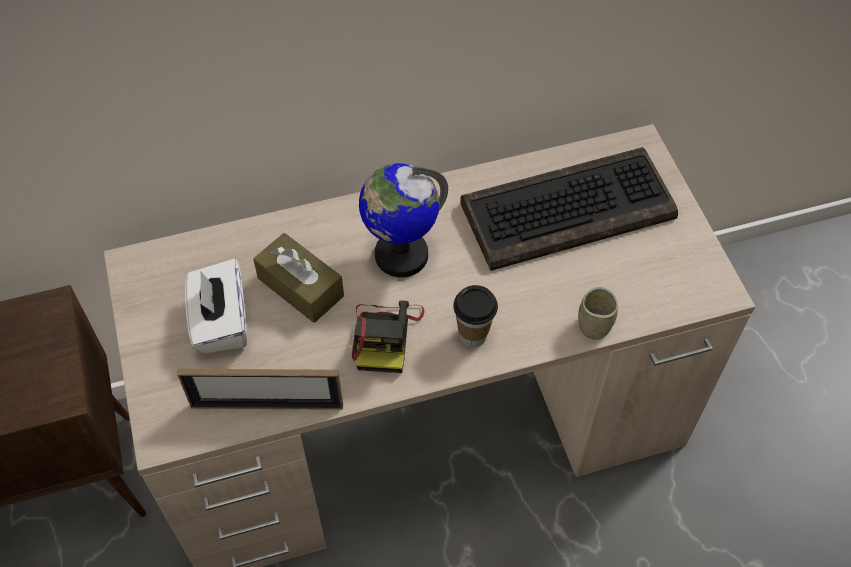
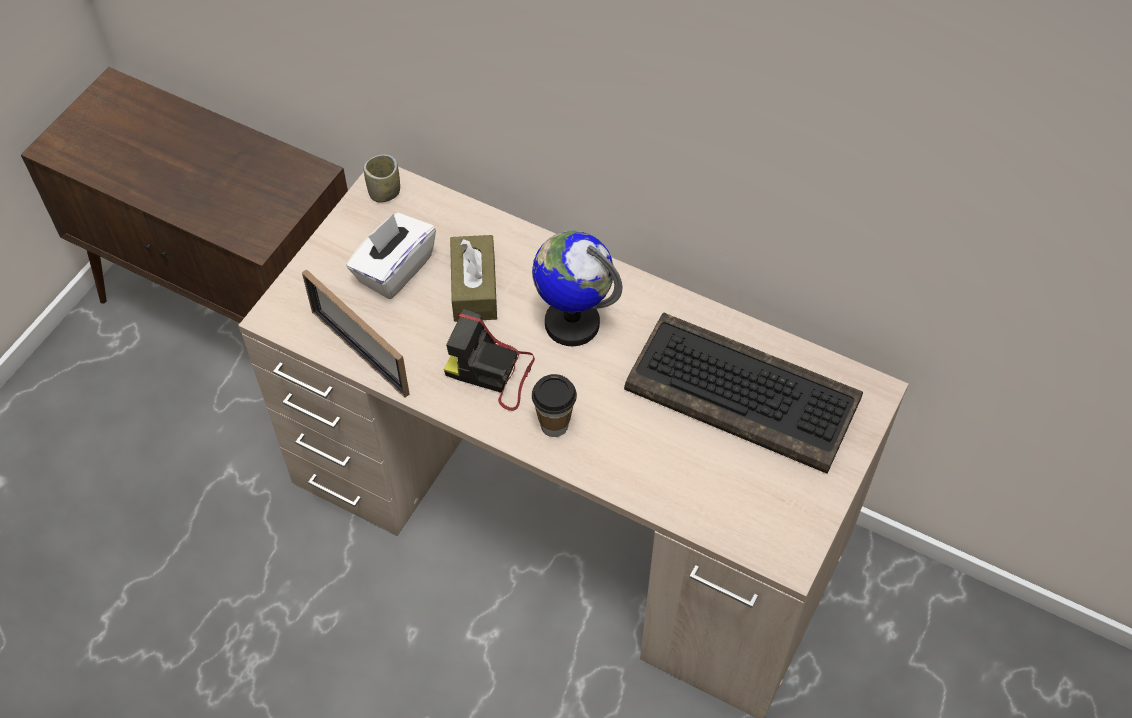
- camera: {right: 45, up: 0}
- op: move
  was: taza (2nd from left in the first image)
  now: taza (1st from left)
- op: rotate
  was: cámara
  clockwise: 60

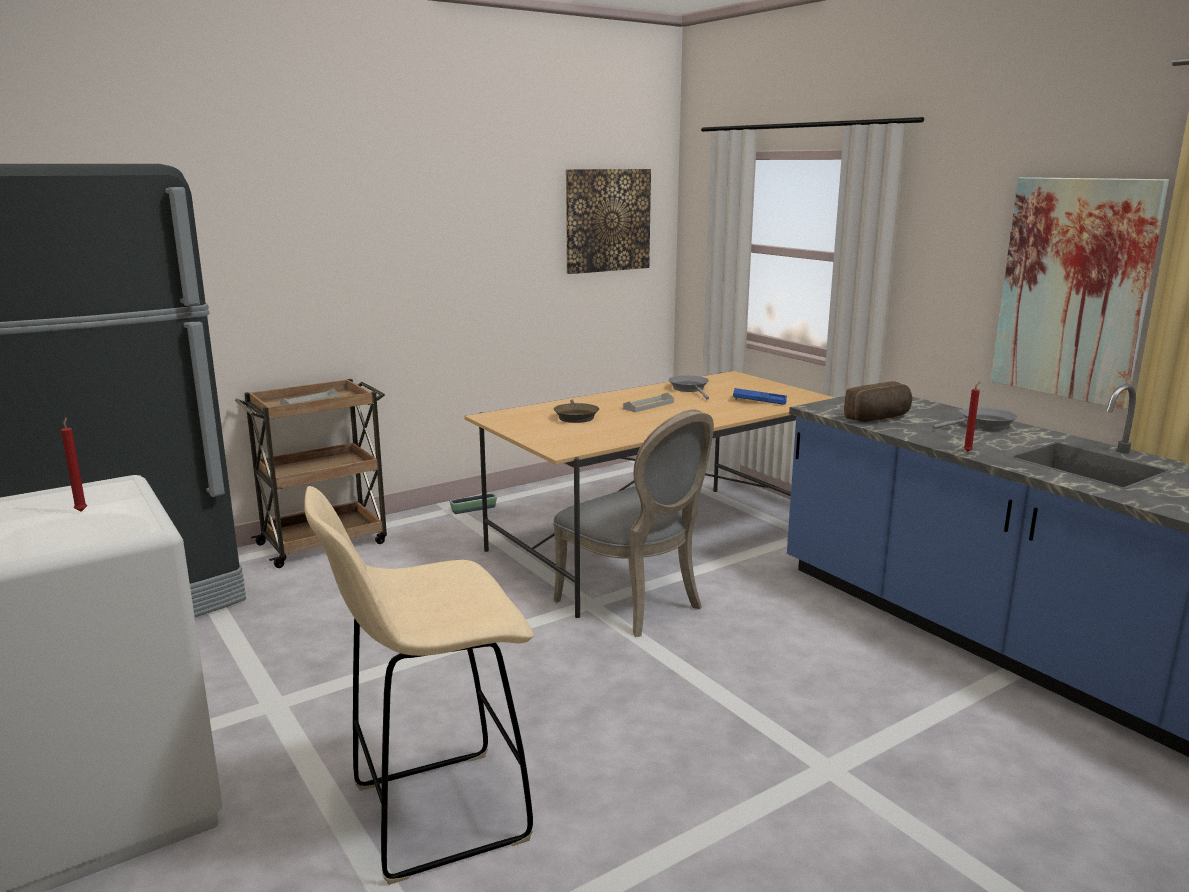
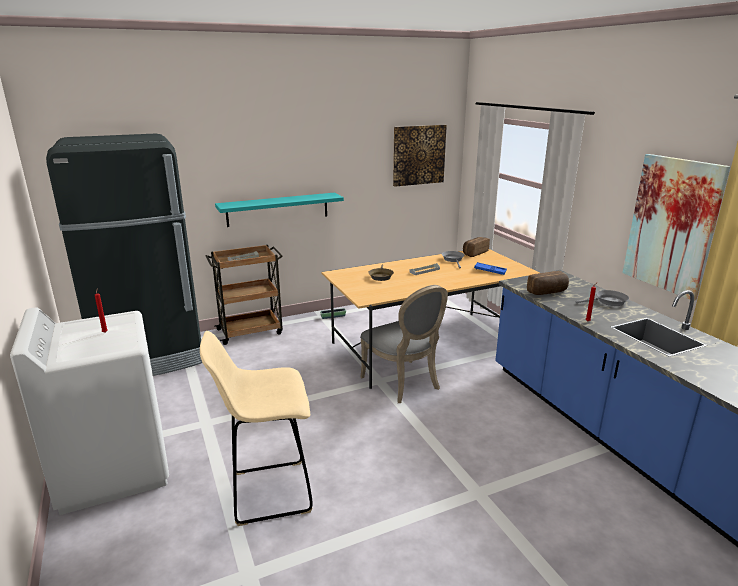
- camera: {right: 10, up: 5}
- op: insert
  now: estante [turquesa]
- op: insert
  now: pan (1st from left)

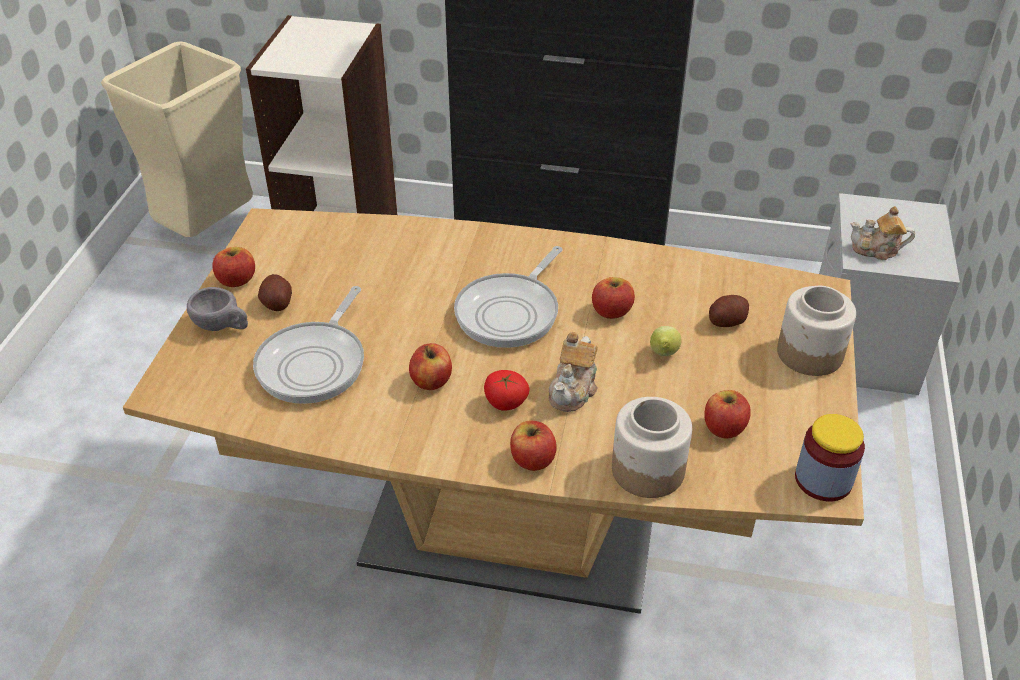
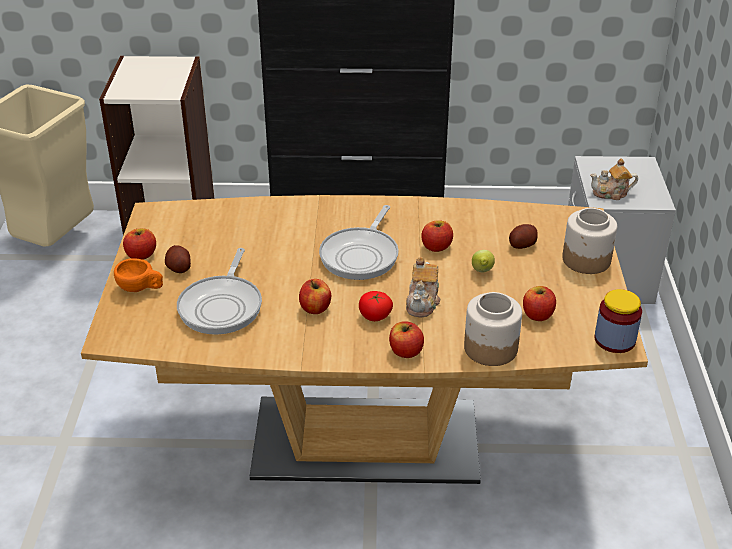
- camera: {right: -10, up: -5}
- op: recolor
  was: taza [gris]
  now: taza [naranja]

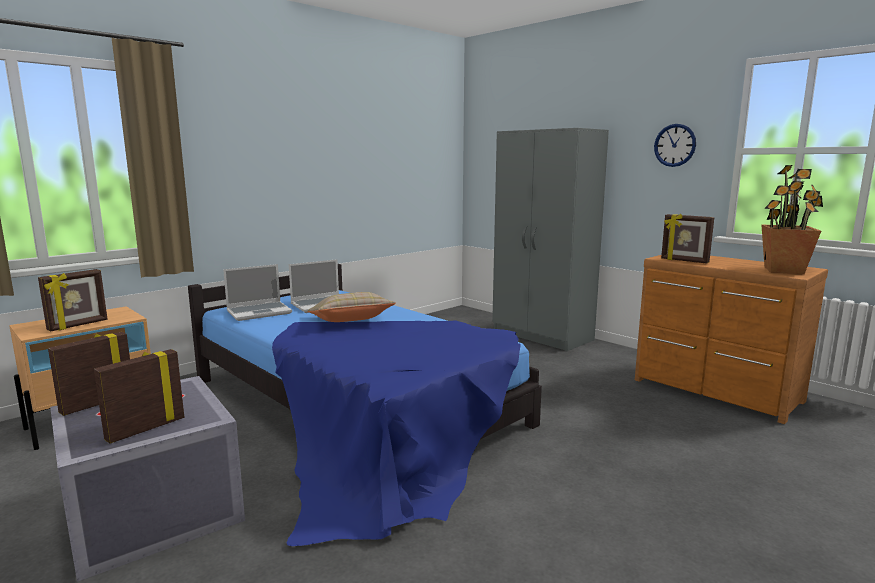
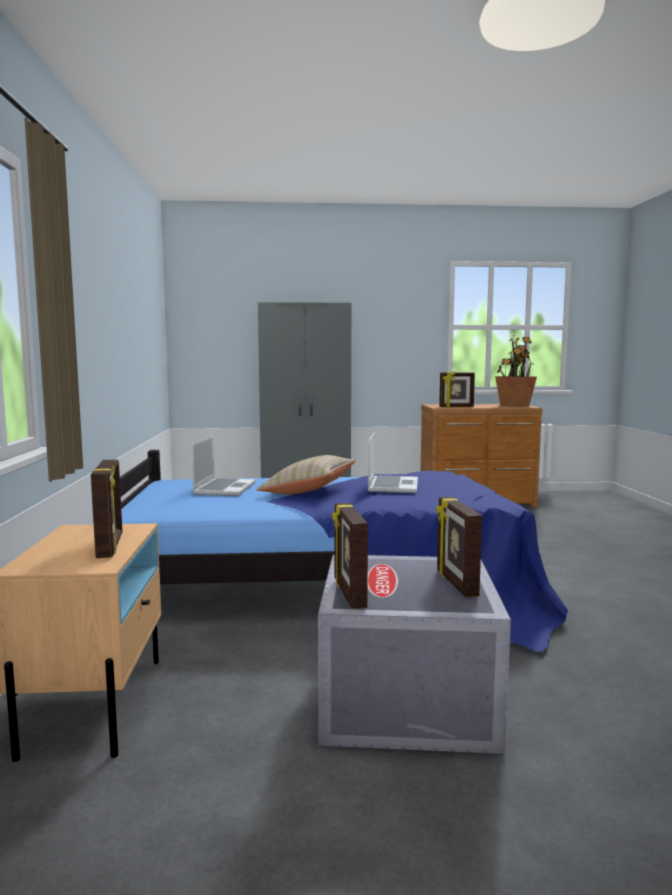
- camera: {right: -50, up: -5}
- op: move
  was: portátil (1st from left in the first image)
  now: portátil (2nd from left)
- op: delete
  was: reloj de pared

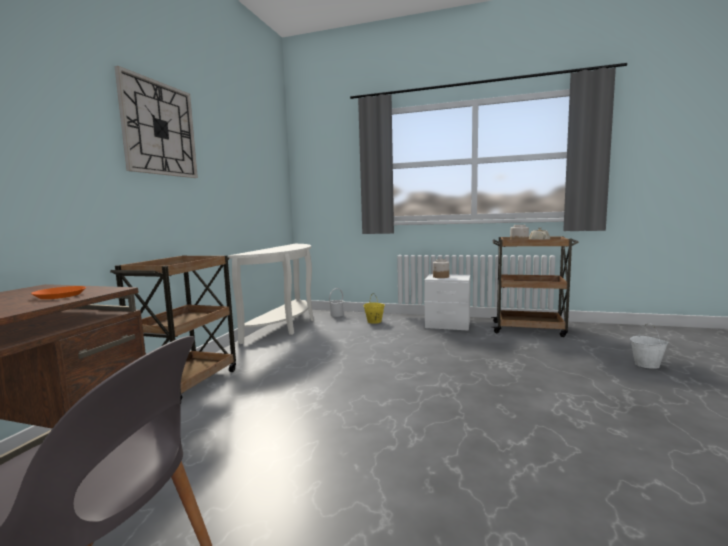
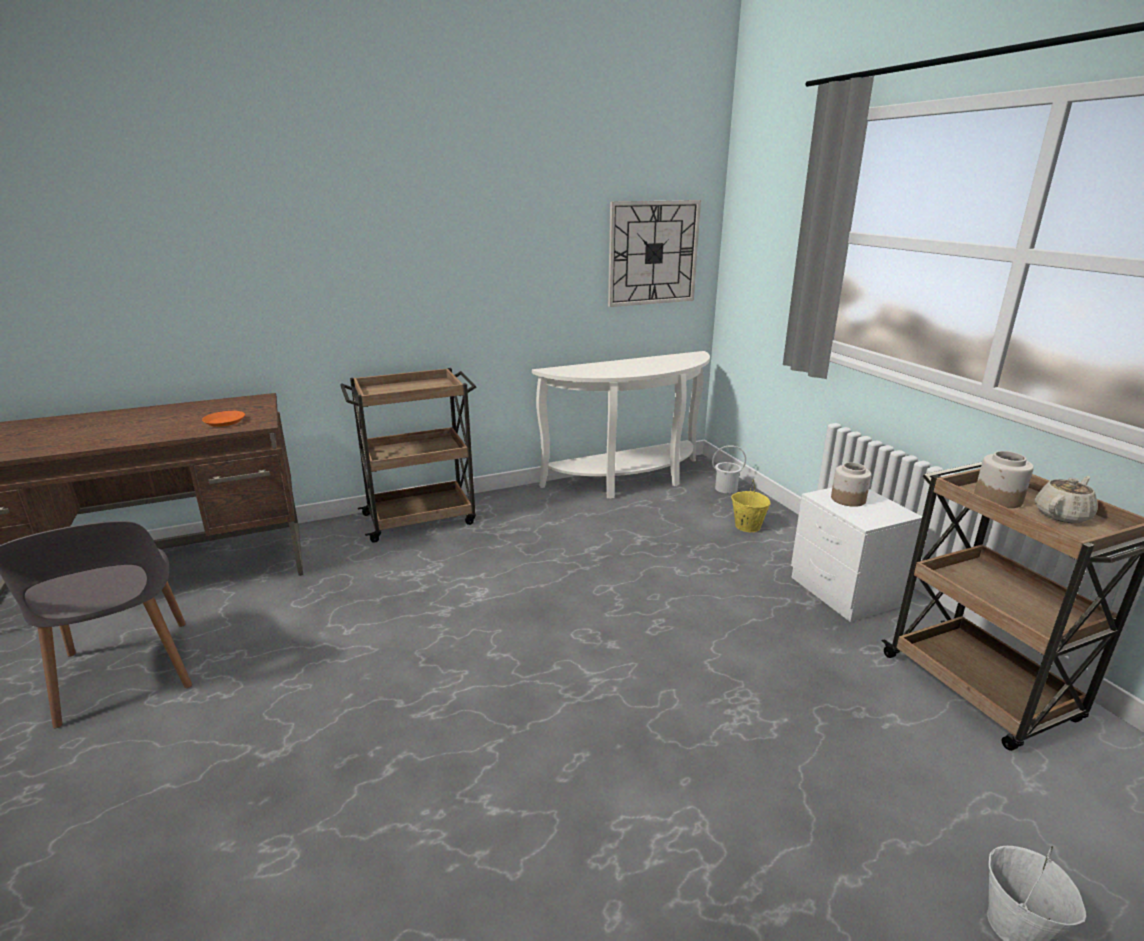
- camera: {right: 50, up: 15}
- op: move
  was: reloj de pared

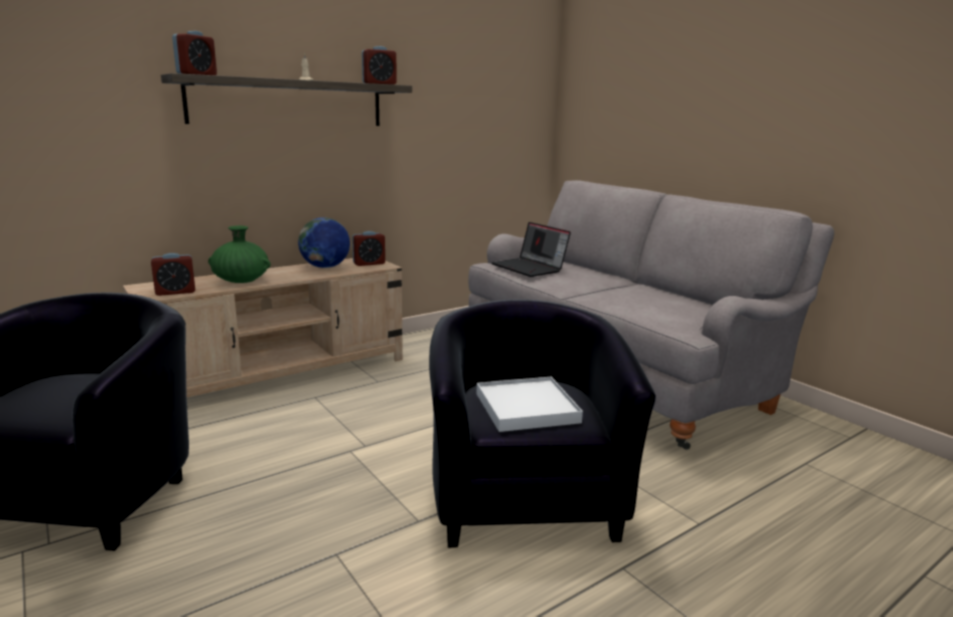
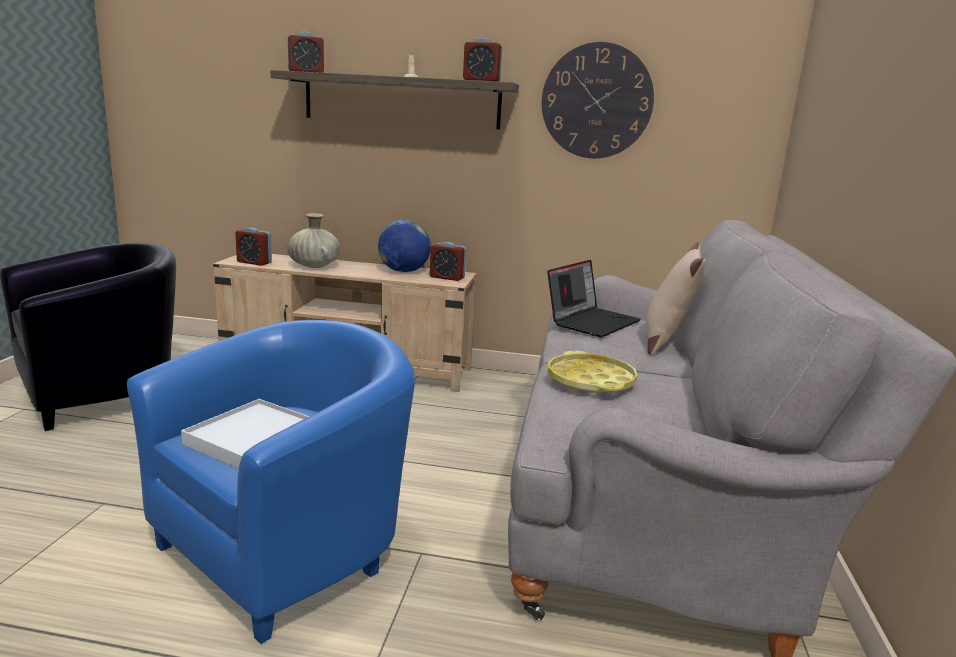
- camera: {right: 45, up: 0}
- op: recolor
  was: sillón [negro] (2nd from left)
  now: sillón [azul]
- op: recolor
  was: florero [verde]
  now: florero [beis]
- op: insert
  now: reloj de pared
- op: rotate
  was: portátil
  clockwise: -150
- op: insert
  now: bandeja [amarillo]
- op: insert
  now: cojín [beis]

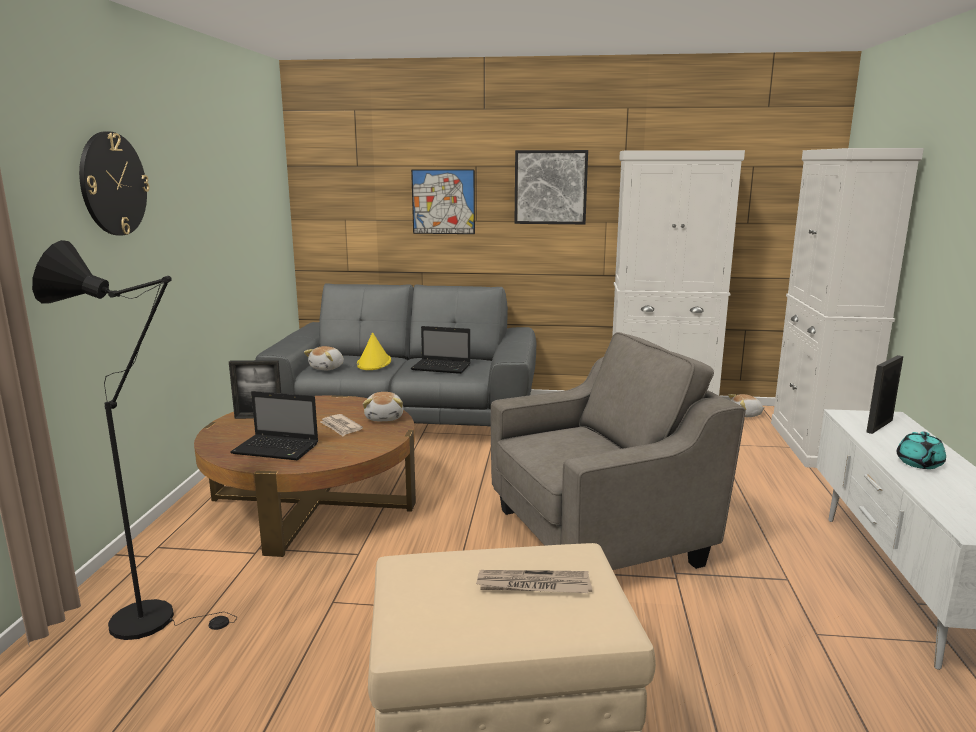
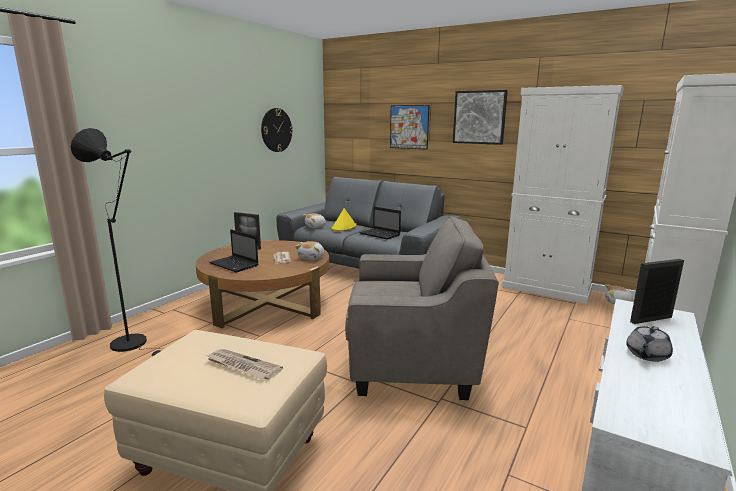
- camera: {right: 25, up: 0}
- op: move
  was: reloj de pared
- op: recolor
  was: tetera [turquesa]
  now: tetera [gris]

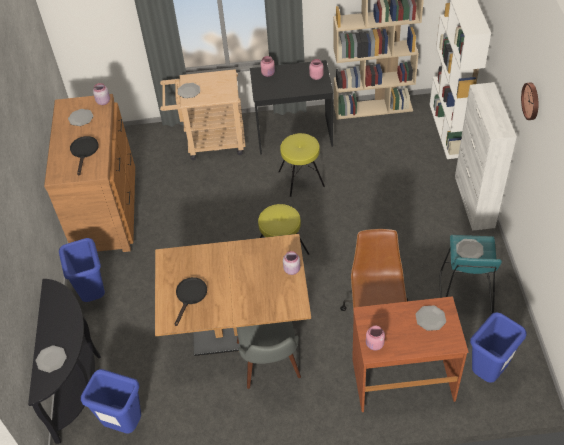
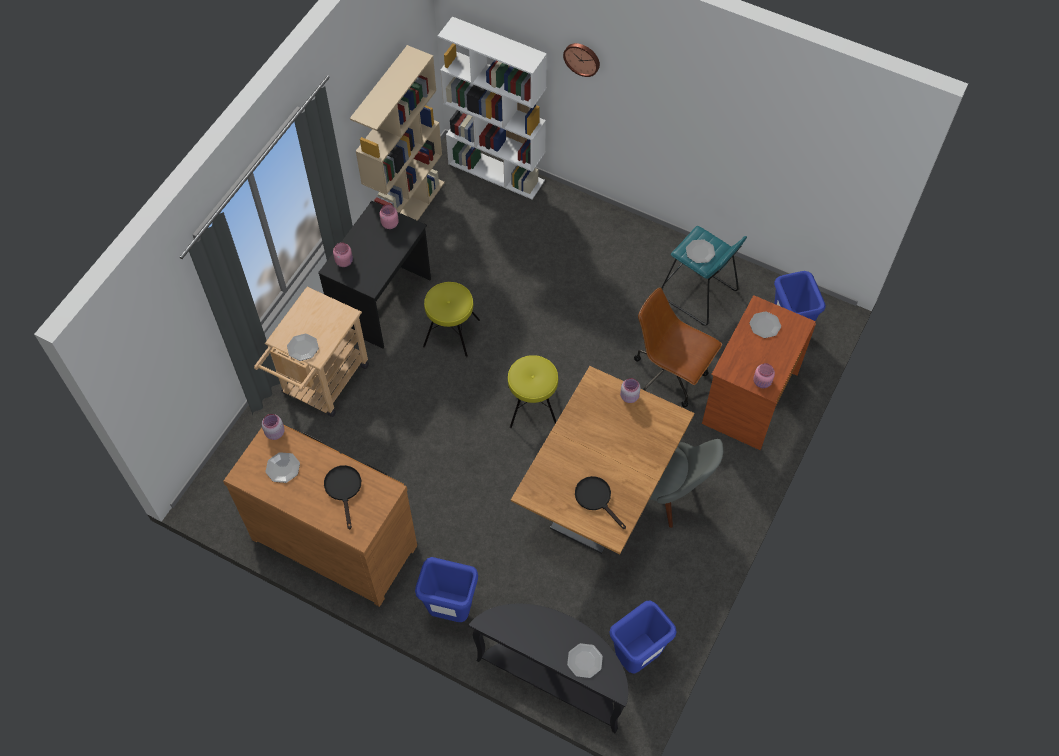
- camera: {right: -60, up: 10}
- op: rotate
  was: sartén [negro] (1st from left)
  clockwise: 45
- op: move
  was: reloj de pared
- op: delete
  was: armario [blanco]

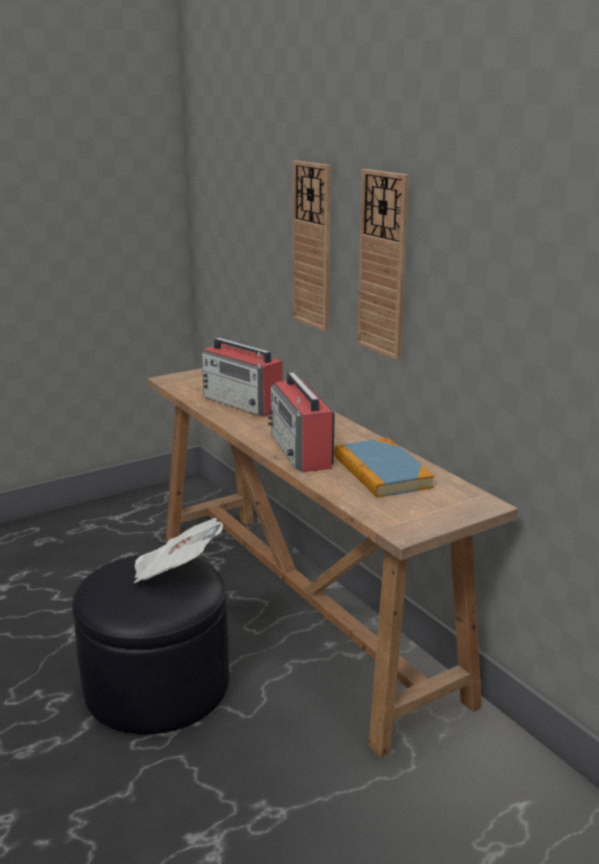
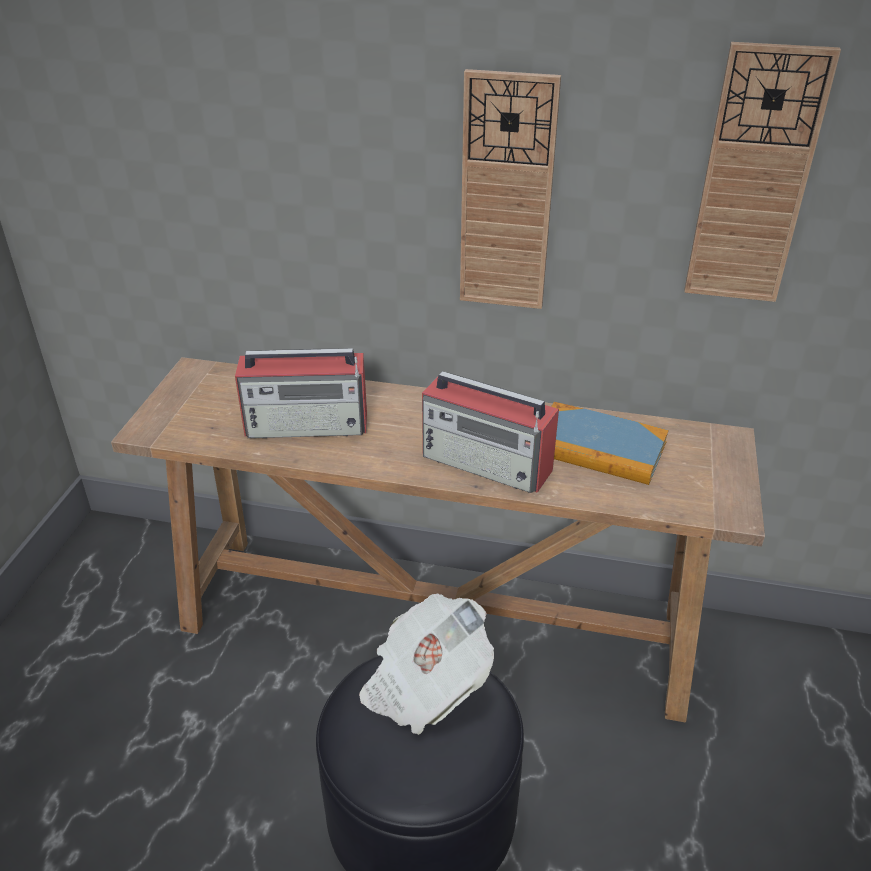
- camera: {right: -45, up: 15}
- op: move
  was: reloj de pared (1st from left in the first image)
  now: reloj de pared (2nd from left)

